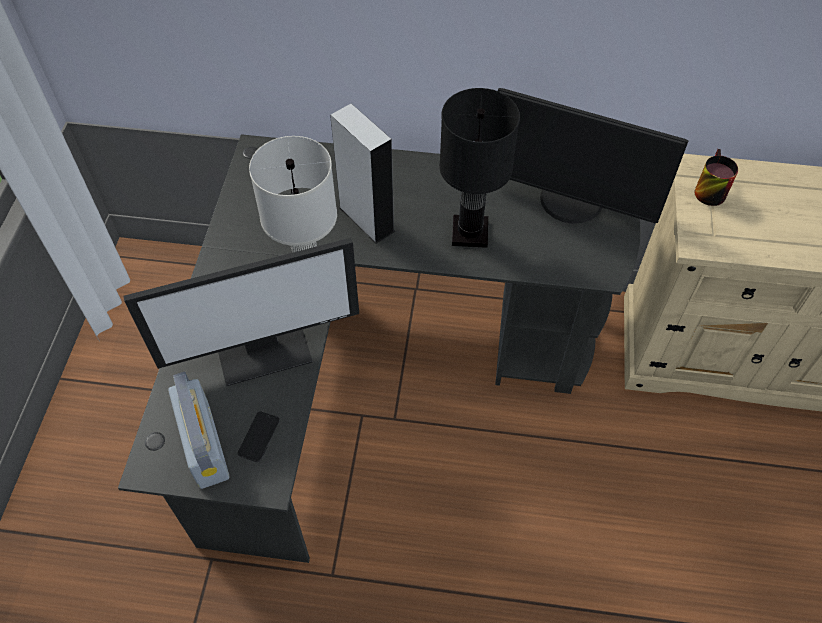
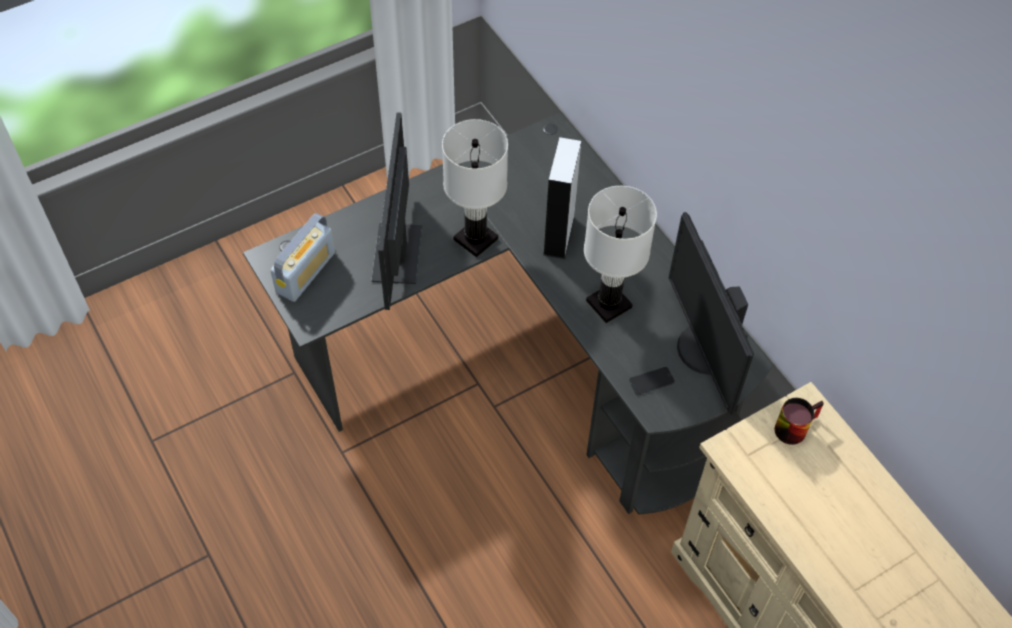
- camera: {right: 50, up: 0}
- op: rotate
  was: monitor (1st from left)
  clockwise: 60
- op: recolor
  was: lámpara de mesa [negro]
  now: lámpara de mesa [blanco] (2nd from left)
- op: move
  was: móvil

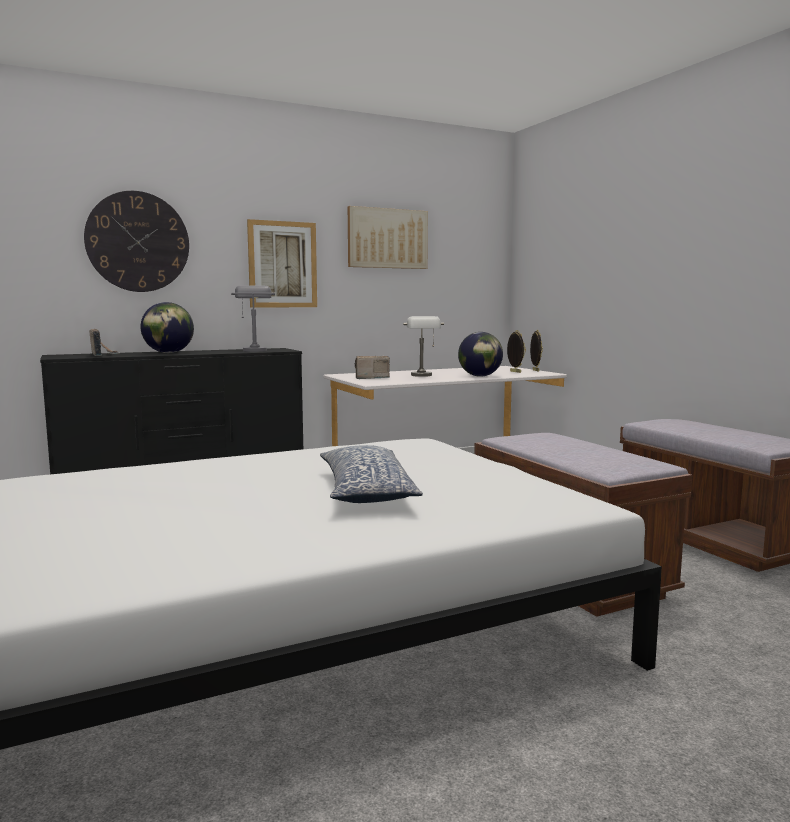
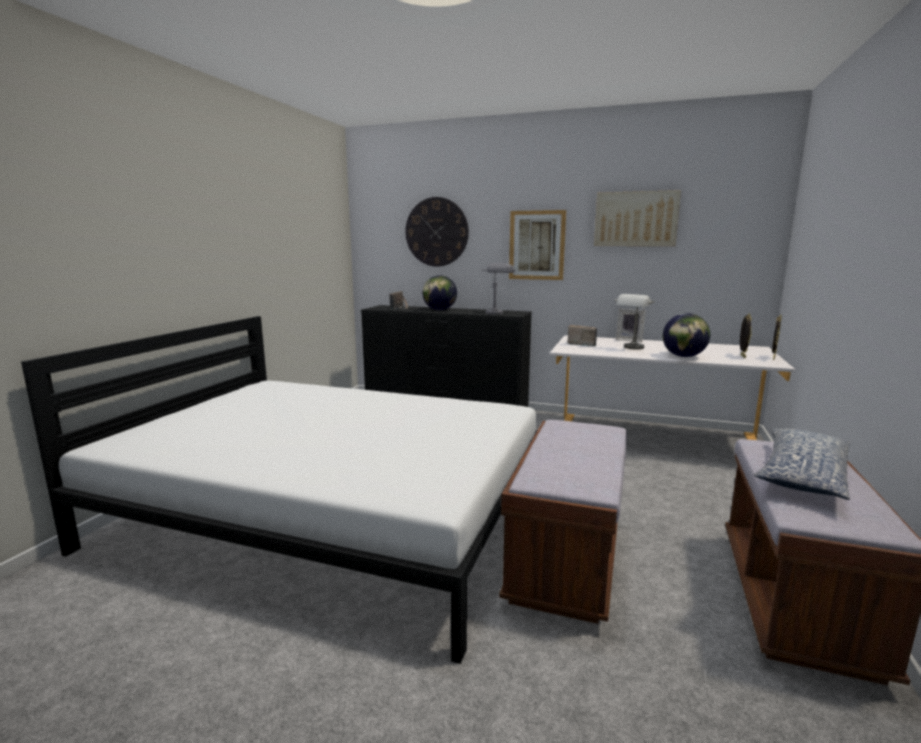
- camera: {right: 45, up: 5}
- op: insert
  now: portarretratos (1st from left)
- op: move
  was: cojín

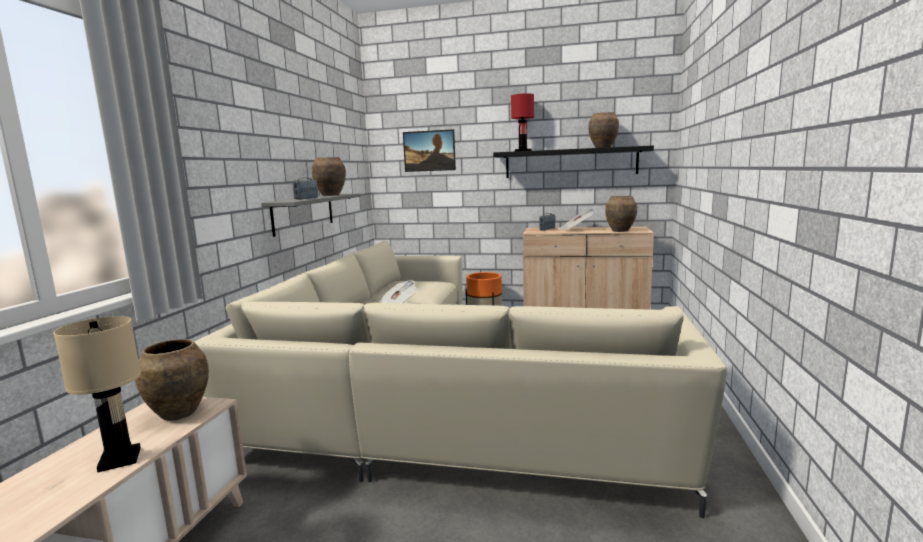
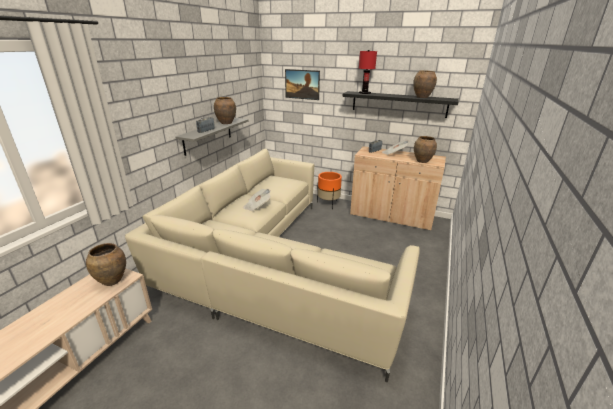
- camera: {right: 10, up: 15}
- op: delete
  was: lámpara de mesa [beis]

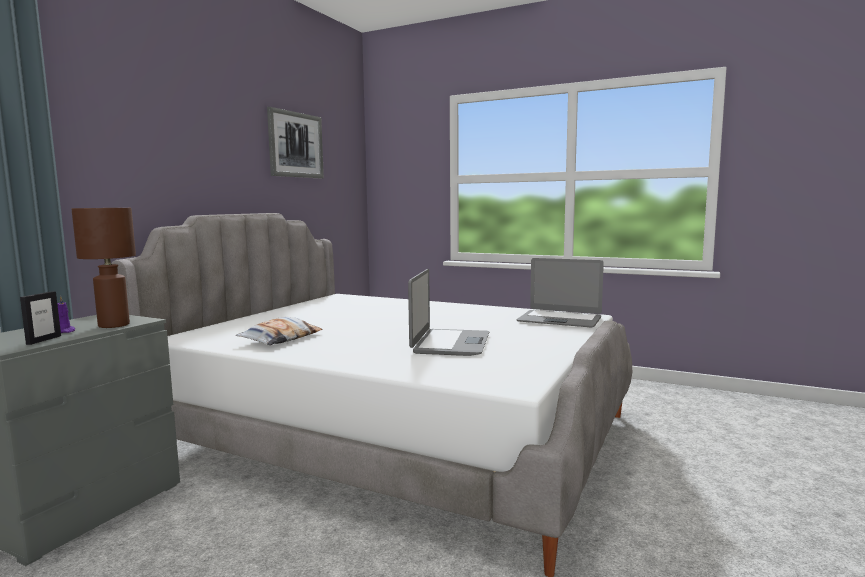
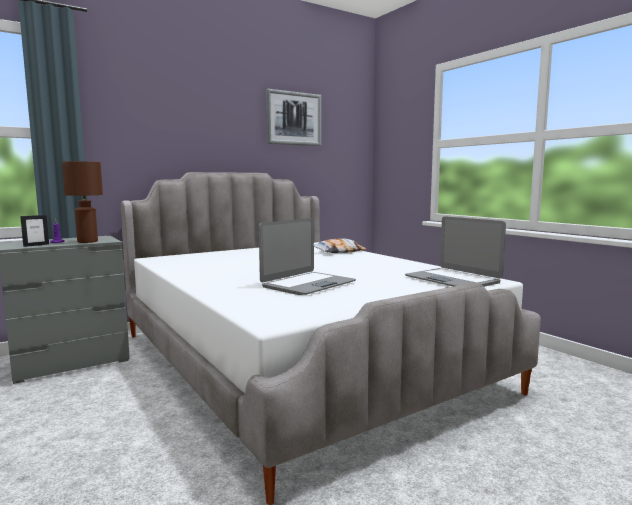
- camera: {right: 30, up: 0}
- op: move
  was: cojín

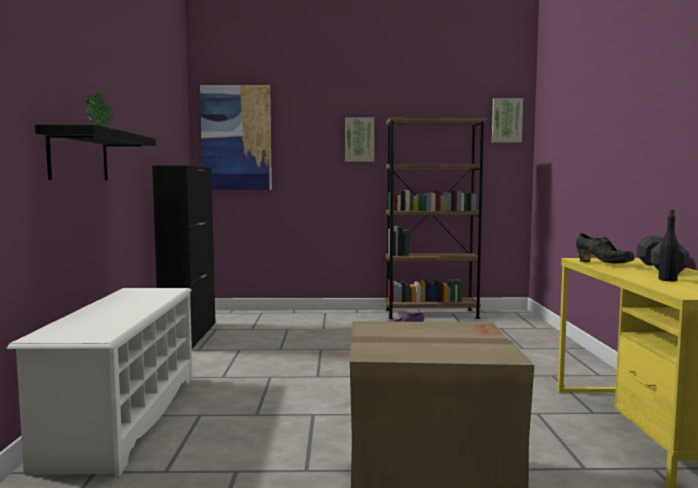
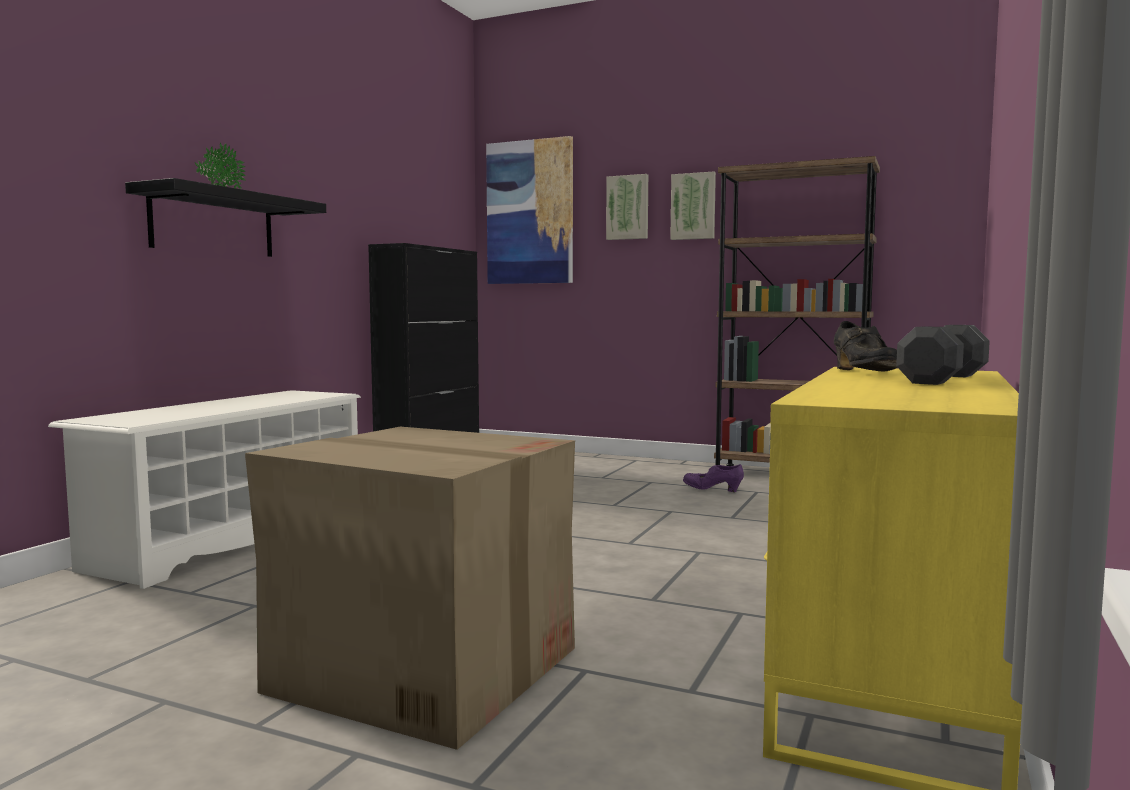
- camera: {right: 25, up: 0}
- op: move
  was: cuadro (3rd from left in the first image)
  now: cuadro (2nd from left)
- op: delete
  was: botella [negro]

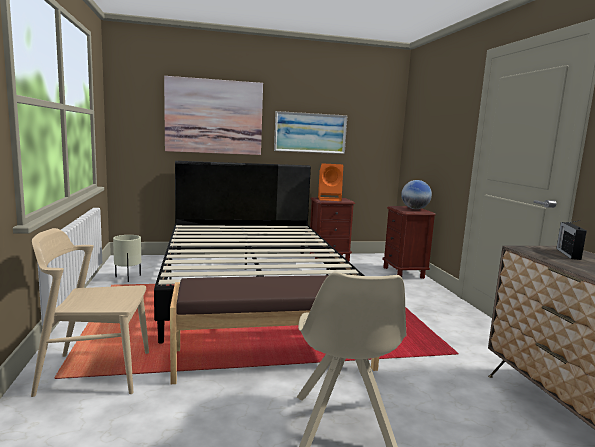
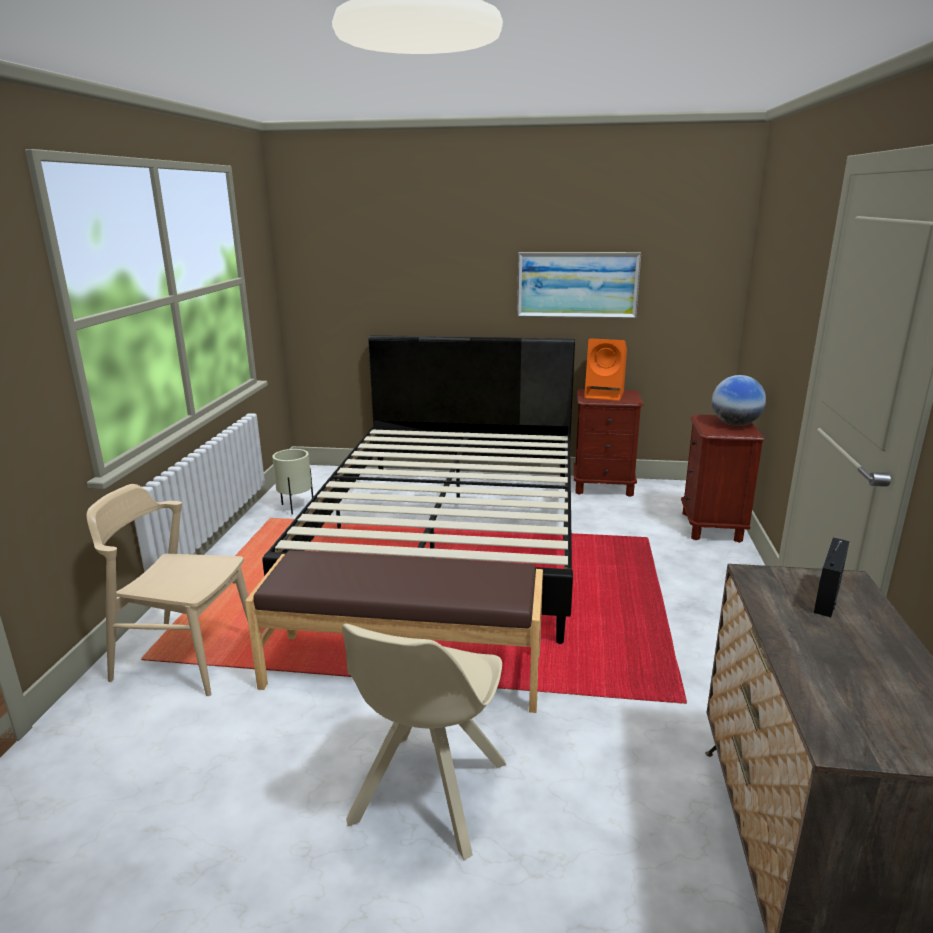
- camera: {right: 20, up: 10}
- op: delete
  was: cuadro (1st from left)

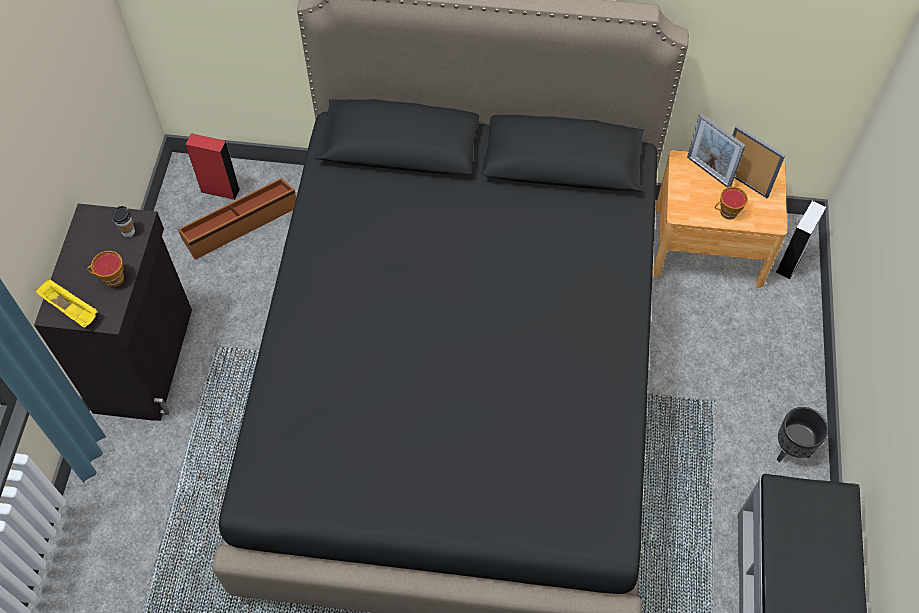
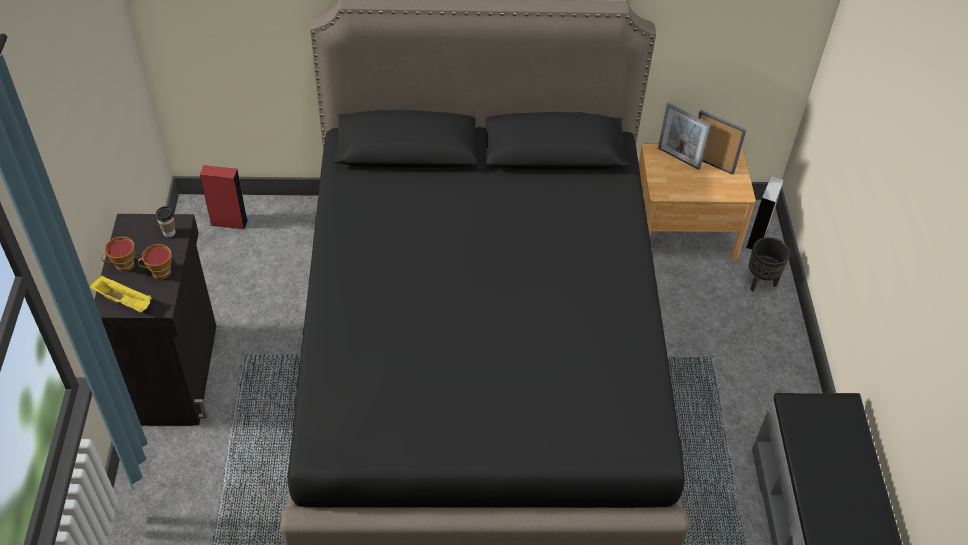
- camera: {right: -10, up: -10}
- op: move
  was: taza (3rd from left in the first image)
  now: taza (1st from left)
- op: move
  was: maceta [negro]
- op: delete
  was: caja de almacenaje [marrón]

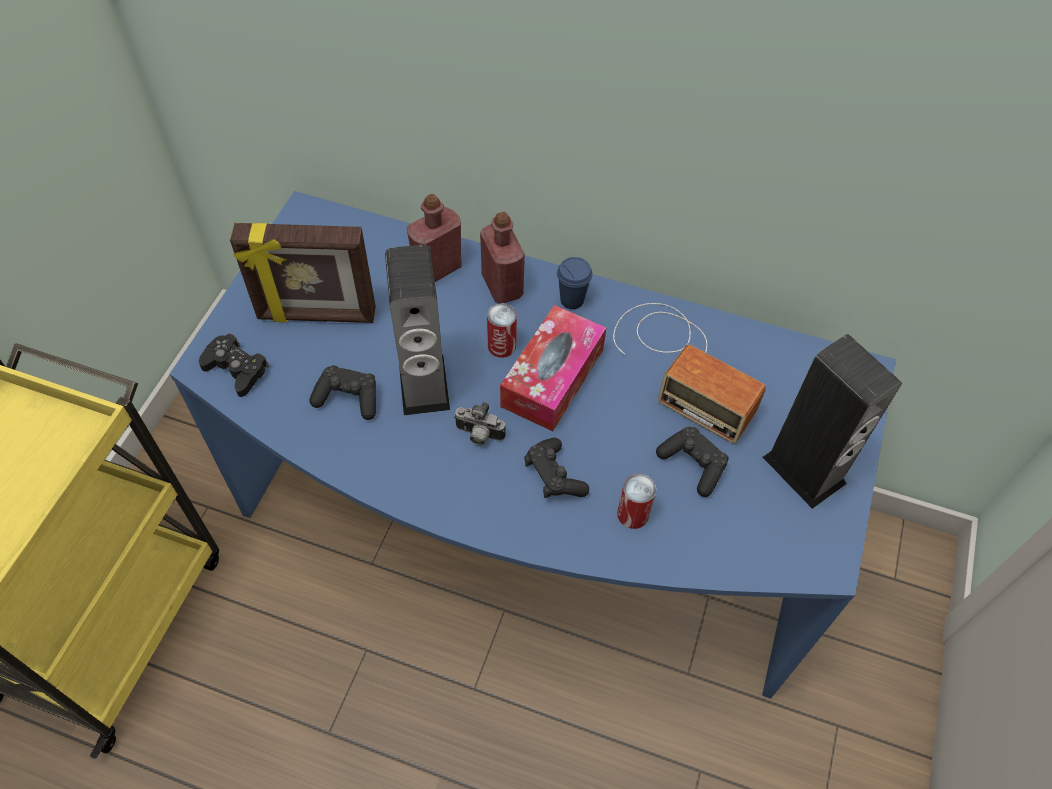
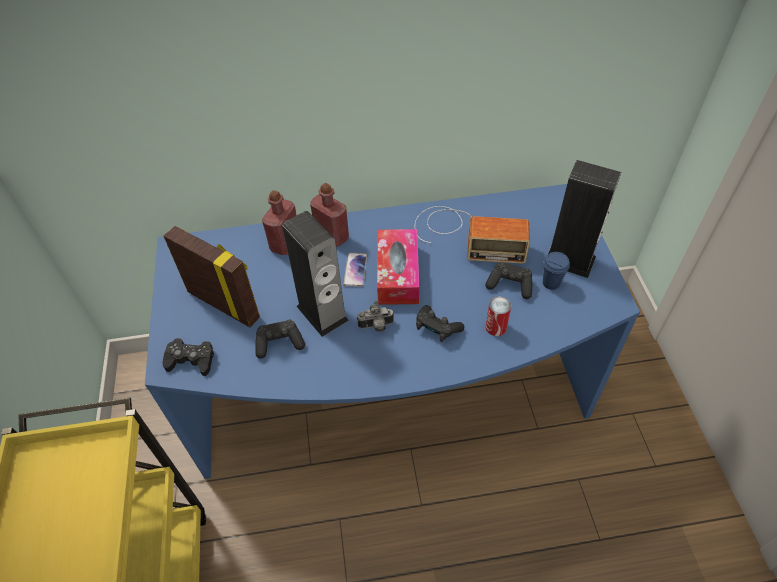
- camera: {right: -25, up: -5}
- op: rotate
  was: portarretratos
  clockwise: -120
- op: replace
  was: lata (1st from left)
  now: móvil
- op: move
  was: taza [azul]

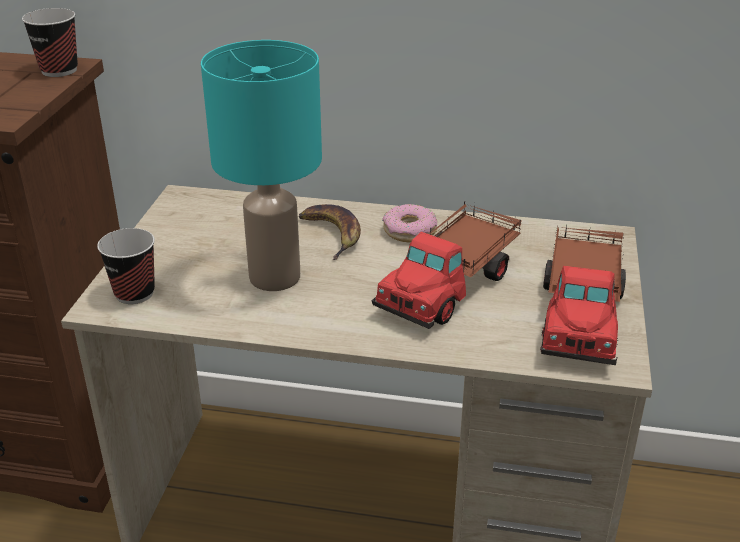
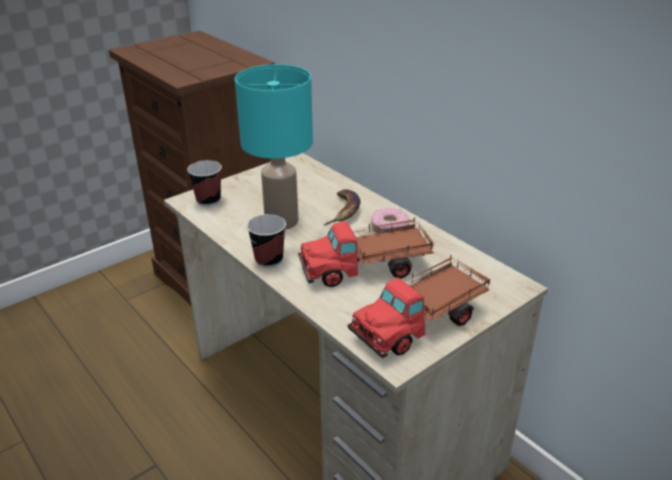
- camera: {right: 40, up: 0}
- op: move
  was: taza (1st from left in the first image)
  now: taza (2nd from left)

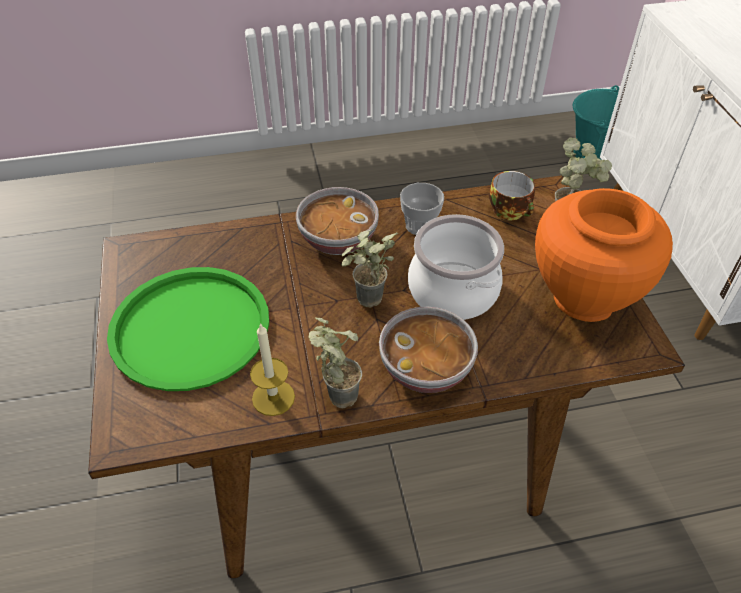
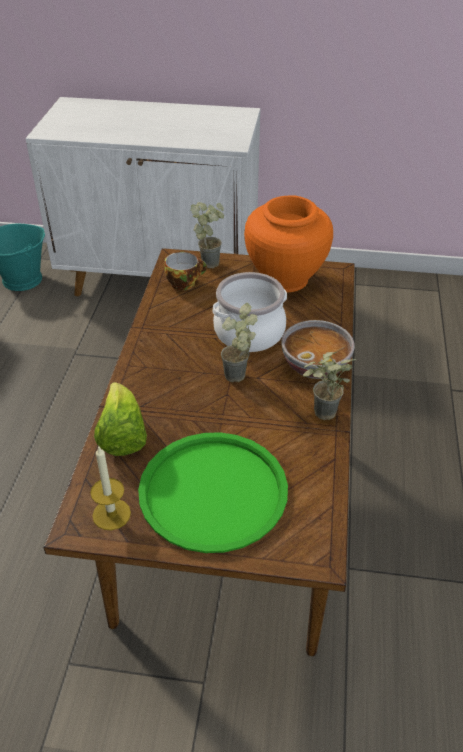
- camera: {right: -70, up: -5}
- op: move
  was: vela
- op: insert
  now: lechuga
- op: delete
  was: cuenco (1st from left)
- op: delete
  was: taza (1st from left)

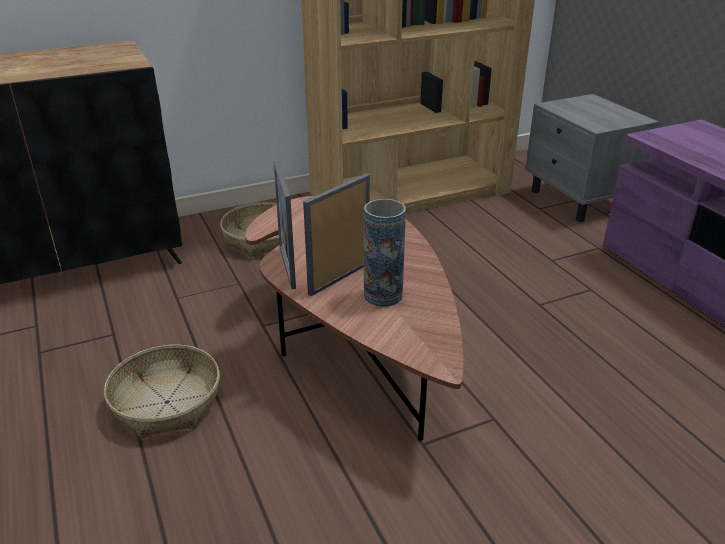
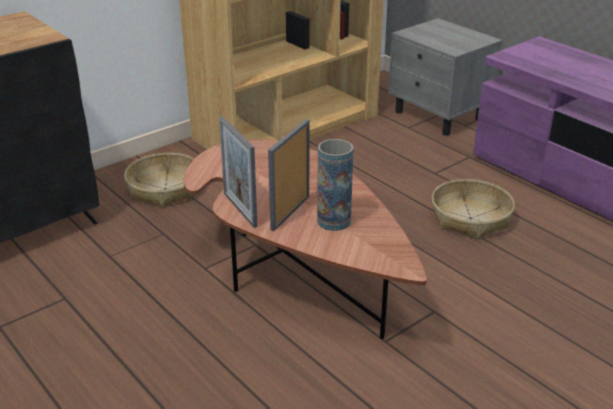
- camera: {right: -15, up: 0}
- op: move
  was: cesta (1st from left in the first image)
  now: cesta (2nd from left)

